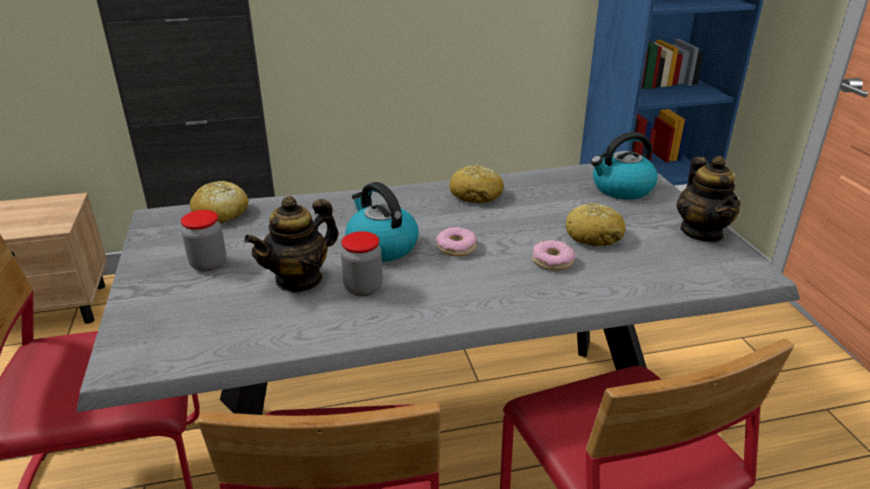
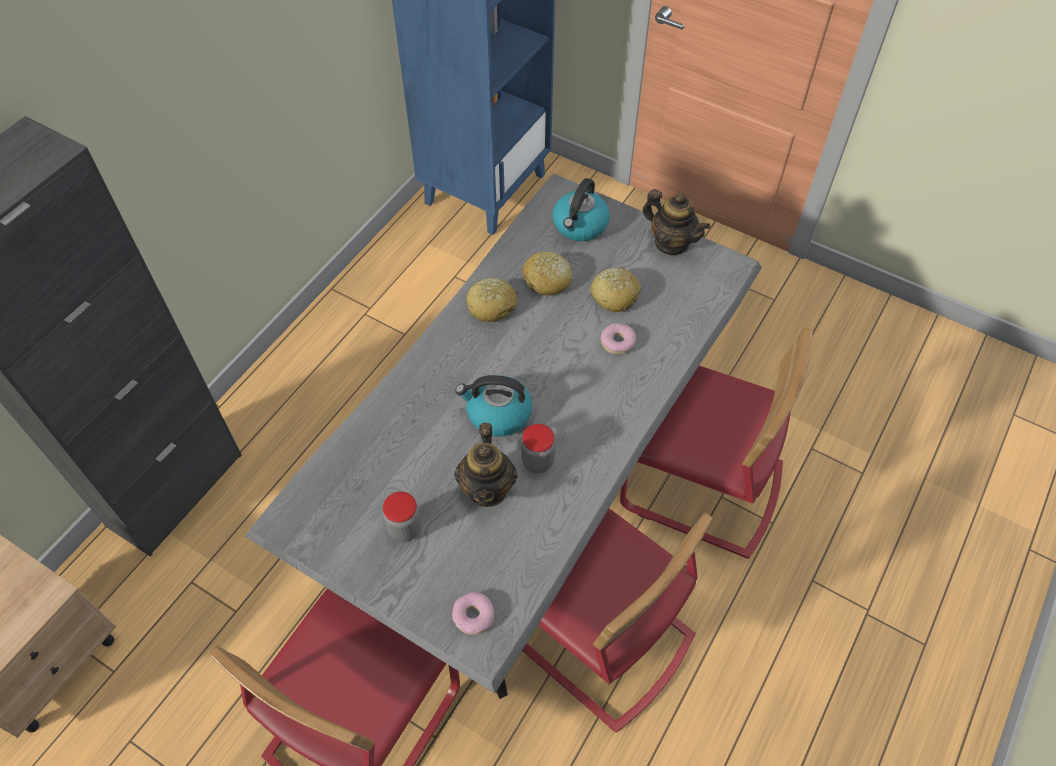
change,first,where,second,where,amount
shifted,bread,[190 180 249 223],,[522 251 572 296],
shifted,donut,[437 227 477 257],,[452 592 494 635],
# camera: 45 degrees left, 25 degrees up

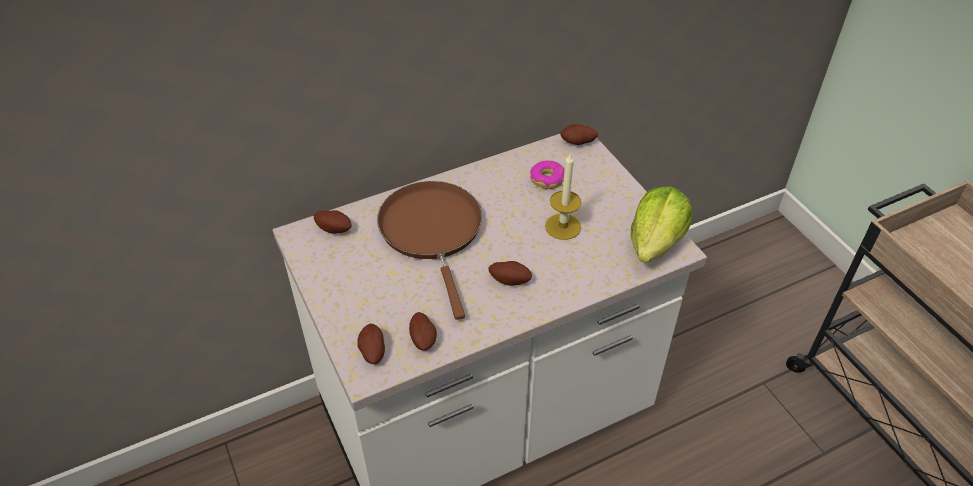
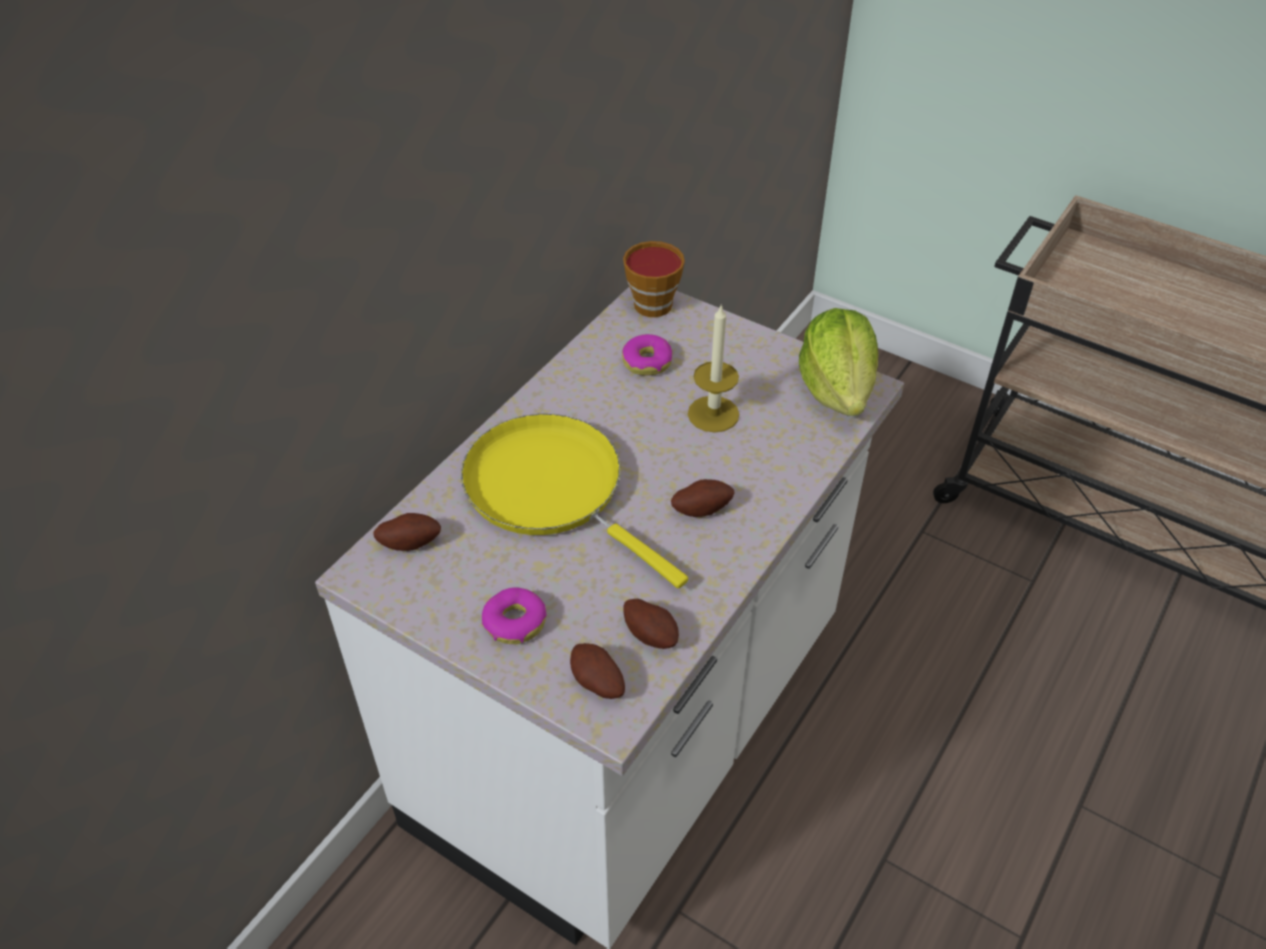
change,first,where,second,where,amount
repainted,brown frying pan,[377 181 482 320],yellow frying pan,[461 414 688 588],
swapped,potato,[560 124 598 145],cup,[623 241 685 317],
new,,,donut,[482 587 546 644],
# camera: 30 degrees left, 0 degrees up

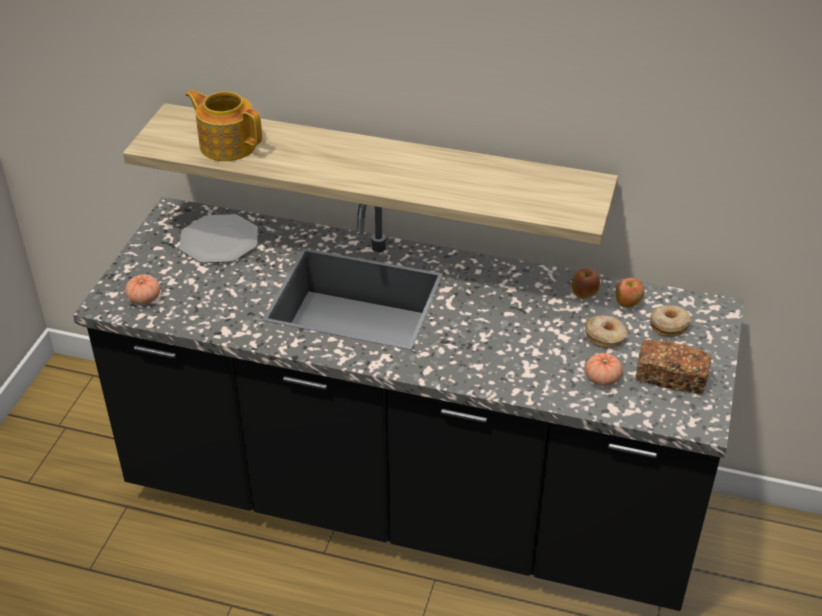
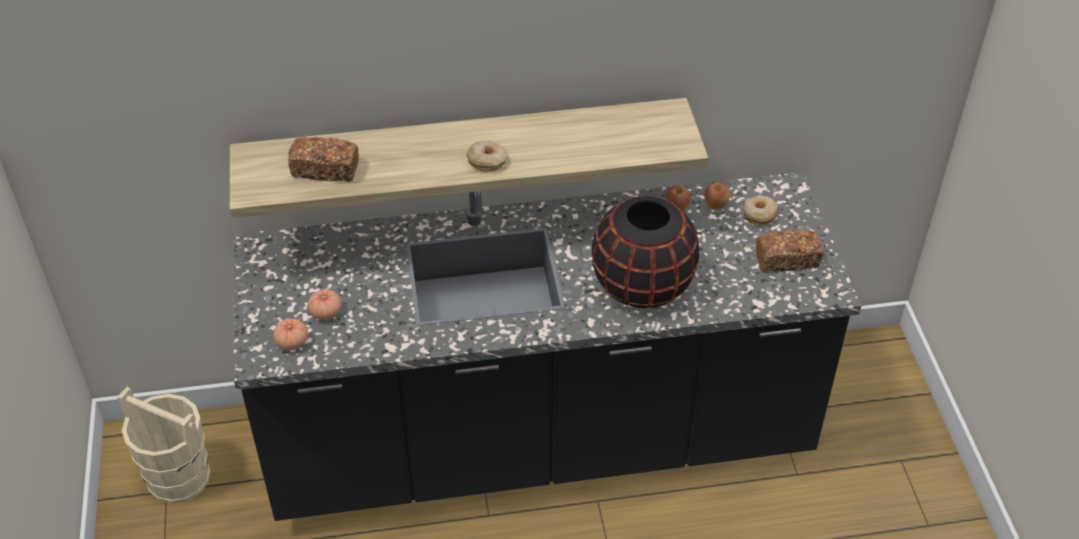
change,first,where,second,where,amount
gone,plate,[179 214 258 263],,,
swapped,teapot,[185 89 262 161],bread,[288 137 359 182],
shifted,donut,[585 315 628 348],,[466 141 508 172],
shifted,tomato,[585 353 623 386],,[308 289 342 320],
new,,,beige bucket,[117 387 211 504],
new,,,black vase,[592 196 700 308],
# camera: 25 degrees left, 5 degrees up

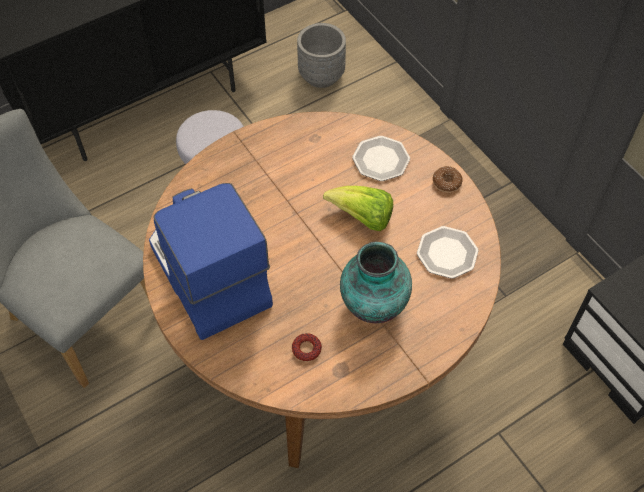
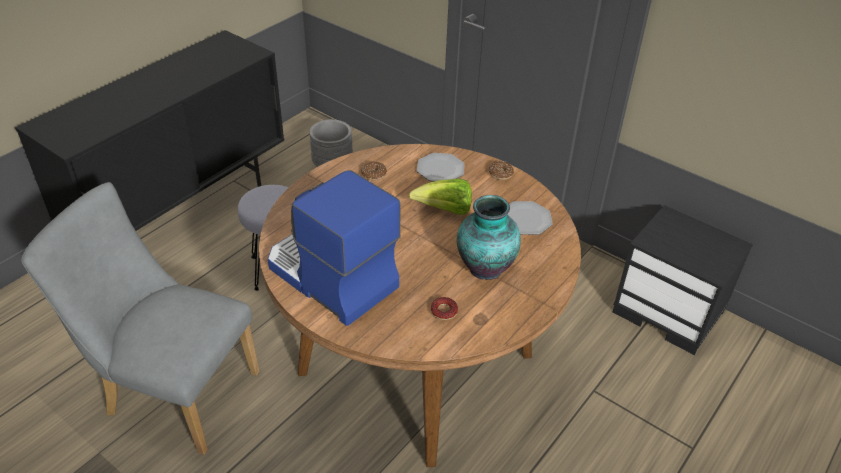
change,first,where,second,where,amount
new,,,donut,[361 161 387 181],
# camera: 20 degrees left, 15 degrees down

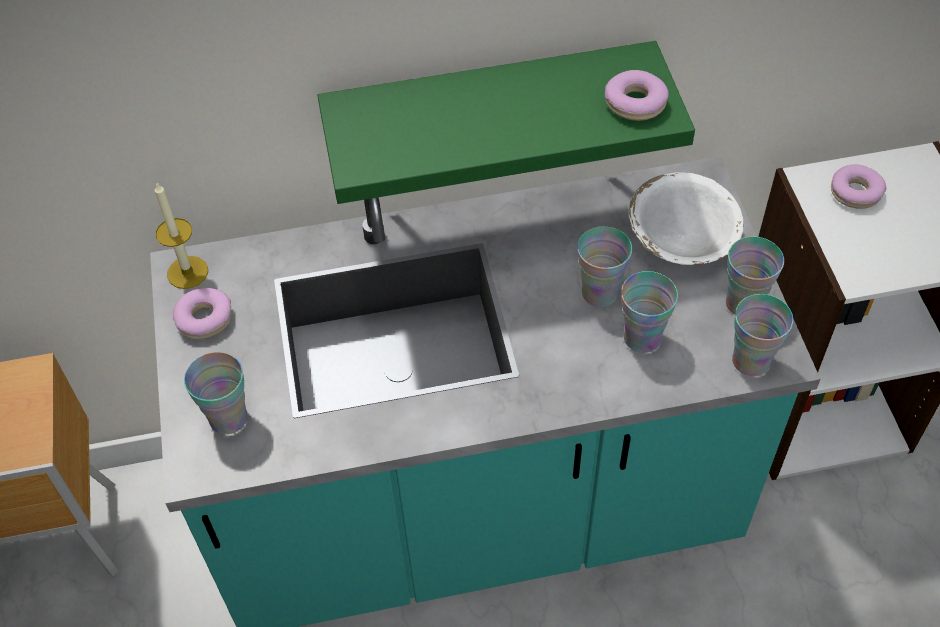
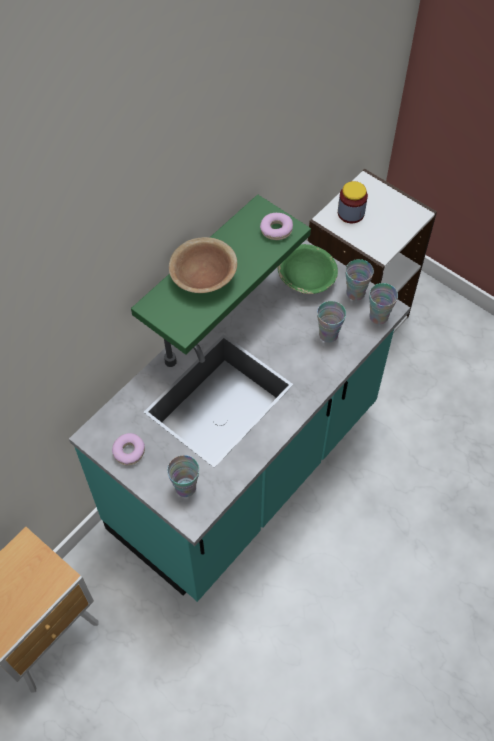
change,first,where,second,where,amount
gone,candle,[155 182 208 289],,,
gone,cup,[577 226 632 307],,,
repainted,white bowl,[629 172 744 265],green bowl,[277 244 338 294],
swapped,donut,[831 164 886 209],jar,[338 181 368 223],
new,,,brown bowl,[169 237 237 293],
# camera: 40 degrees left, 5 degrees up

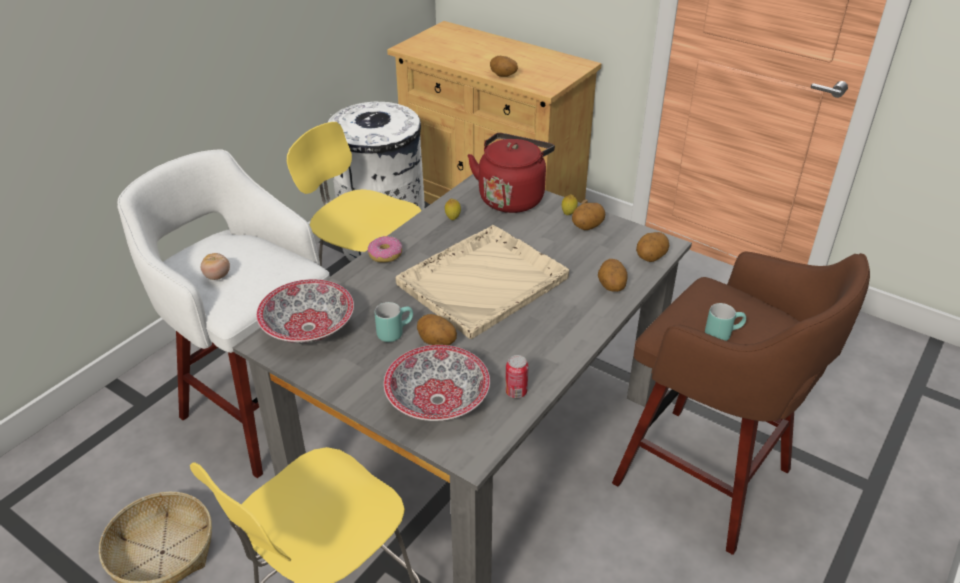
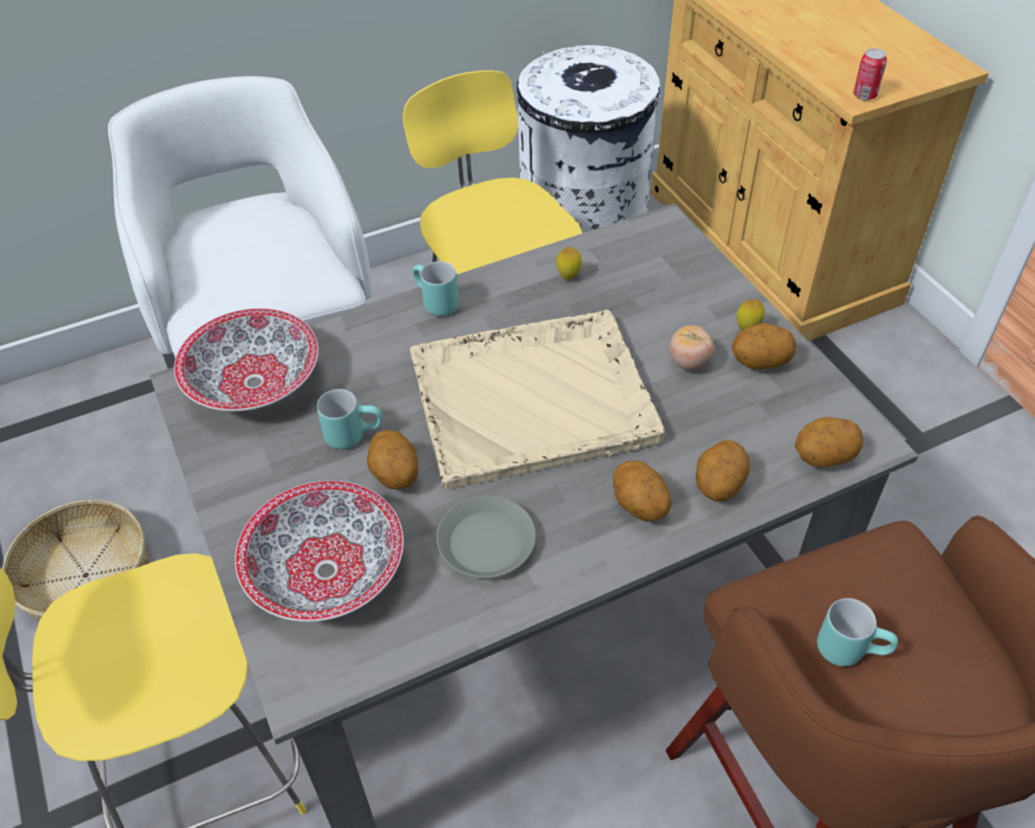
change,first,where,second,where,amount
shifted,tomato,[201 253 230 280],,[669 325 715 370],
swapped,donut,[368 236 402 262],turquoise mug,[413 261 459 316],
gone,red kettle,[467 133 555 213],,,
shifted,potato,[490 56 518 77],,[613 460 672 521],
shifted,can,[505 355 529 398],,[853 48 887 100],
new,,,grey plate,[436 495 536 578],
# camera: 30 degrees right, 10 degrees up

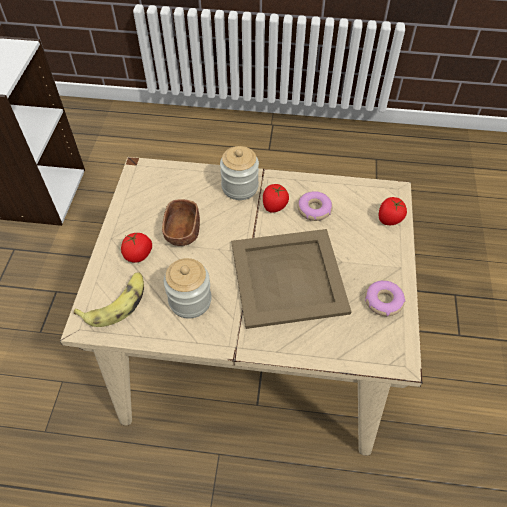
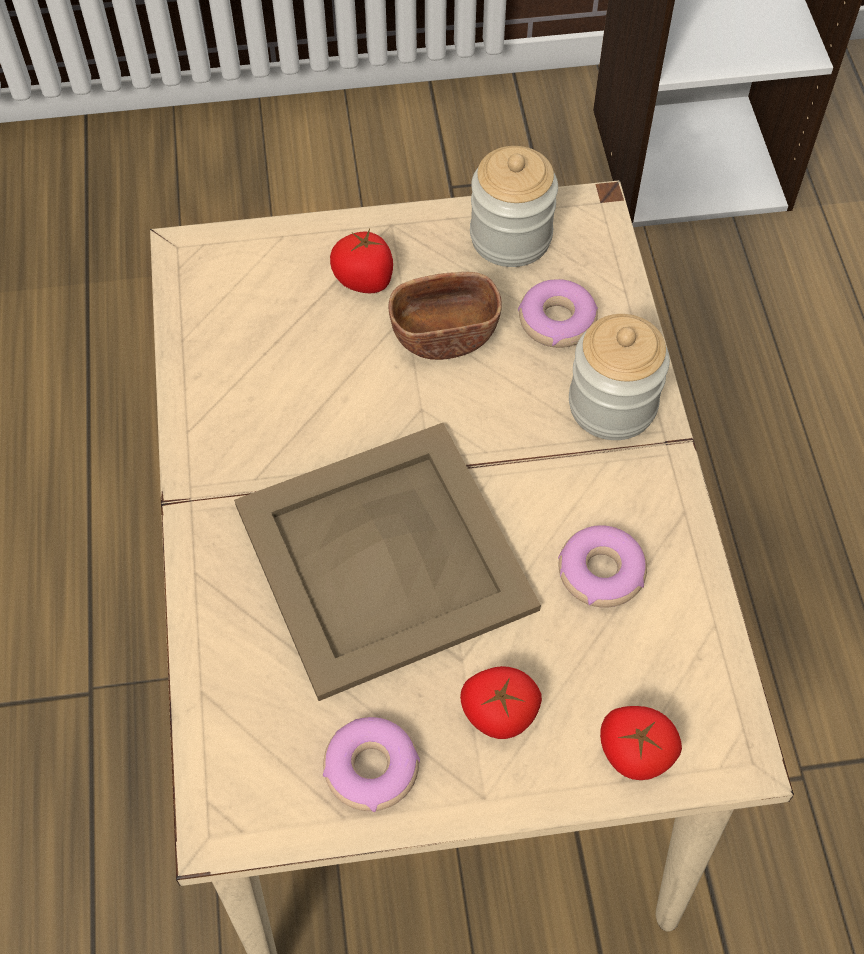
change,first,where,second,where,amount
gone,banana,[74 272 144 327],,,
shifted,jar,[164 258 212 319],,[470 146 558 267],
shifted,tomato,[263 184 289 213],,[460 666 542 739],
new,,,donut,[518 279 598 348],
# camera: 75 degrees right, 5 degrees up

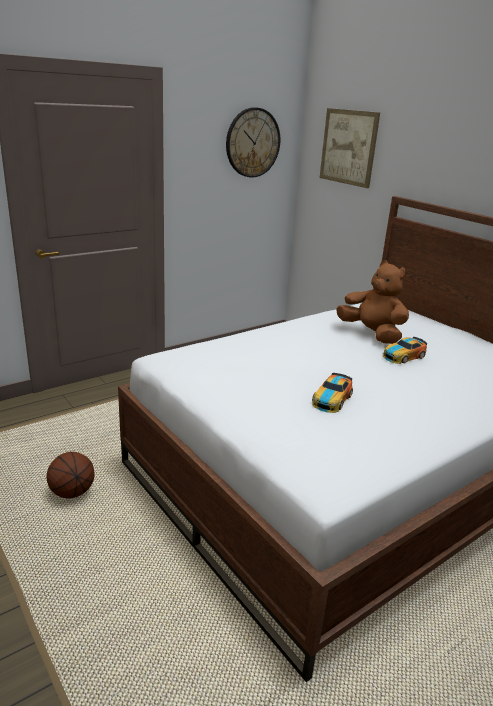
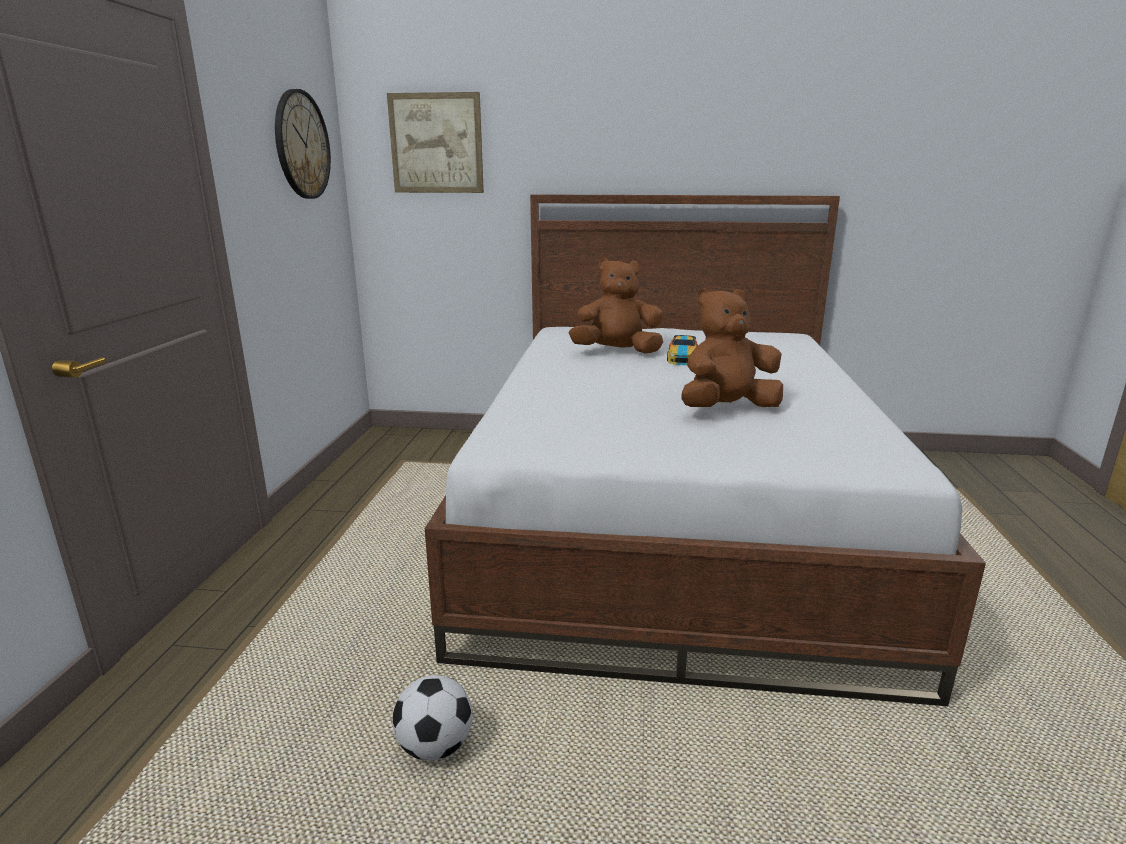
change,first,where,second,where,amount
swapped,basketball,[46 452 95 498],football,[392 675 473 761],
swapped,toy car,[312 373 353 413],brown plush toy,[681 288 783 407],
# camera: 45 degrees left, 5 degrees down

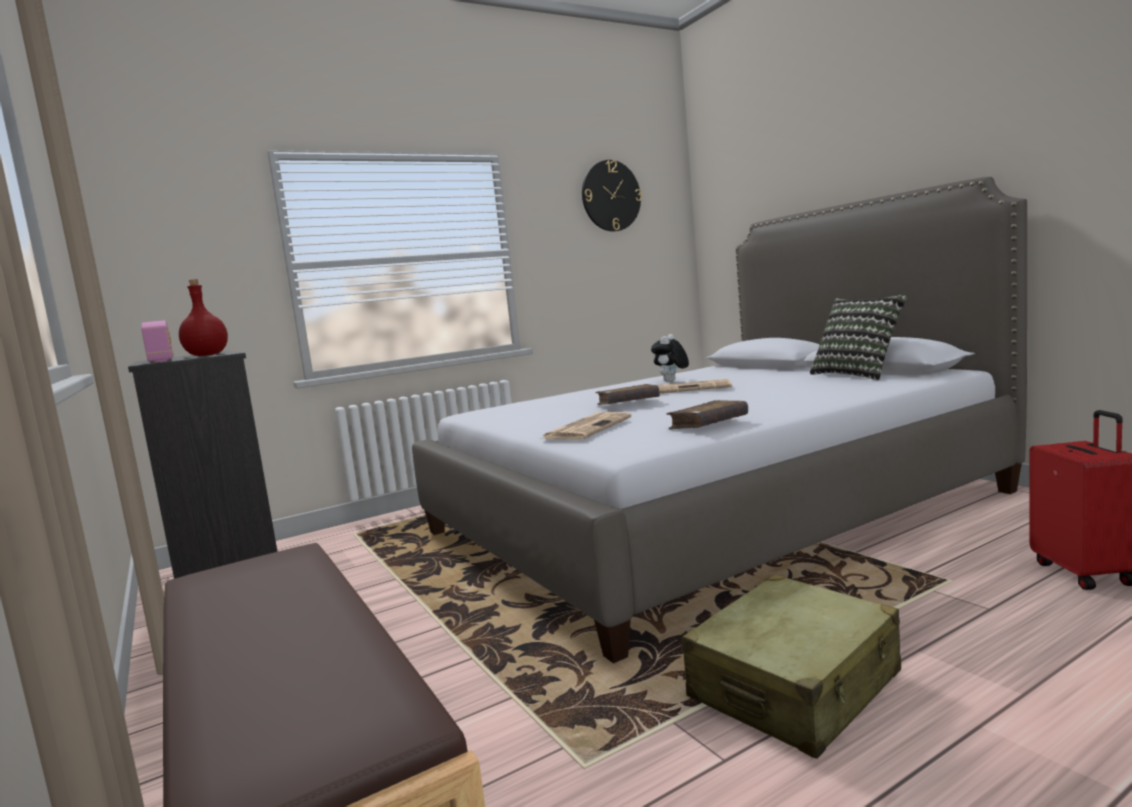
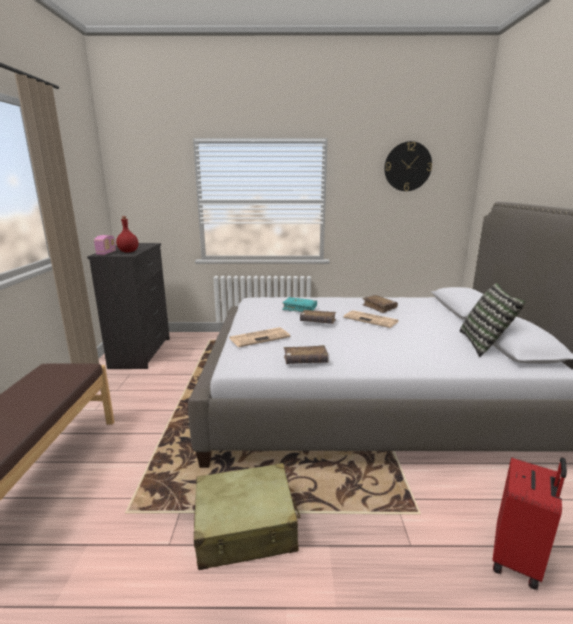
change,first,where,second,where,amount
swapped,plush toy,[651 334 689 382],brown book,[362 295 398 313],
new,,,turquoise book,[282 297 317 312],
# camera: 30 degrees right, 10 degrees up

